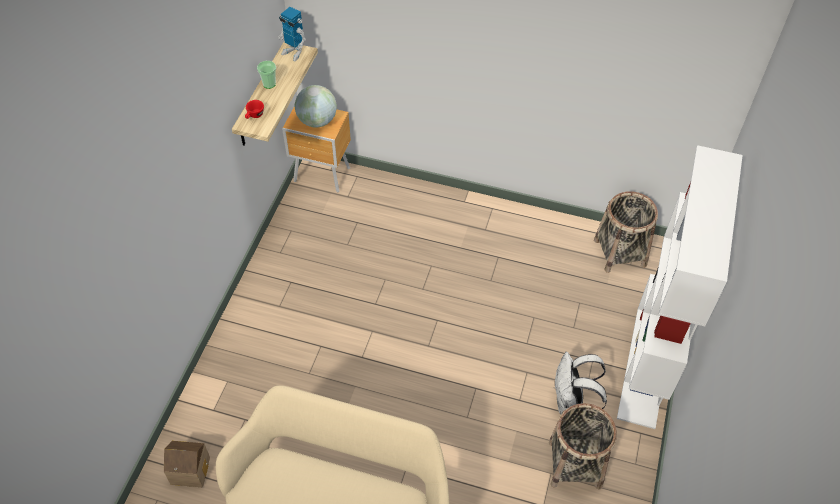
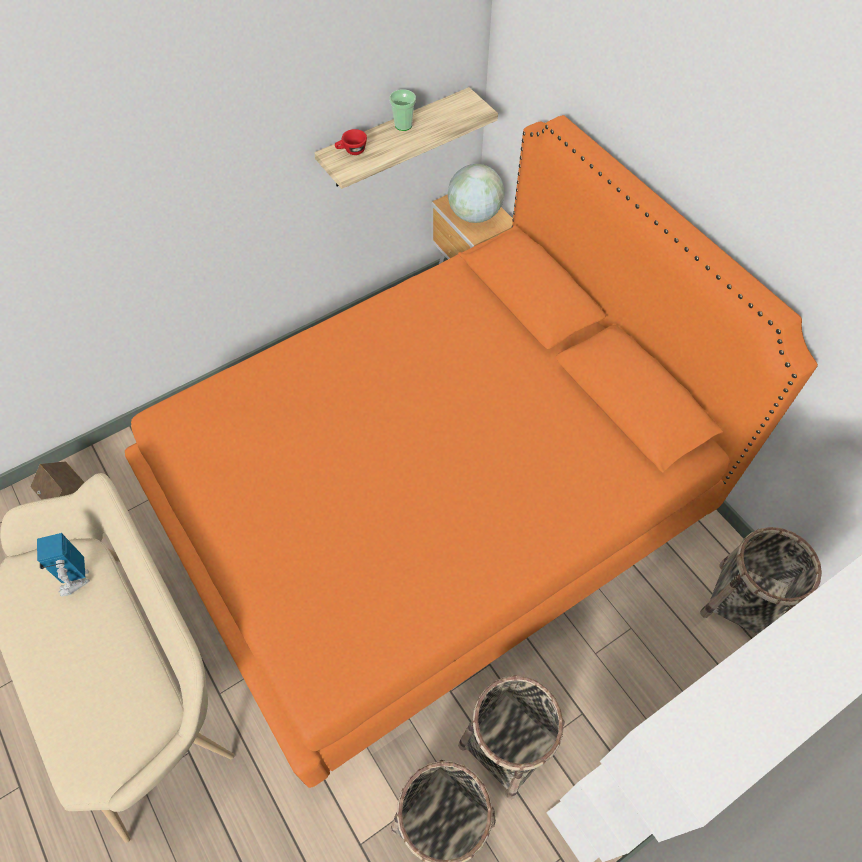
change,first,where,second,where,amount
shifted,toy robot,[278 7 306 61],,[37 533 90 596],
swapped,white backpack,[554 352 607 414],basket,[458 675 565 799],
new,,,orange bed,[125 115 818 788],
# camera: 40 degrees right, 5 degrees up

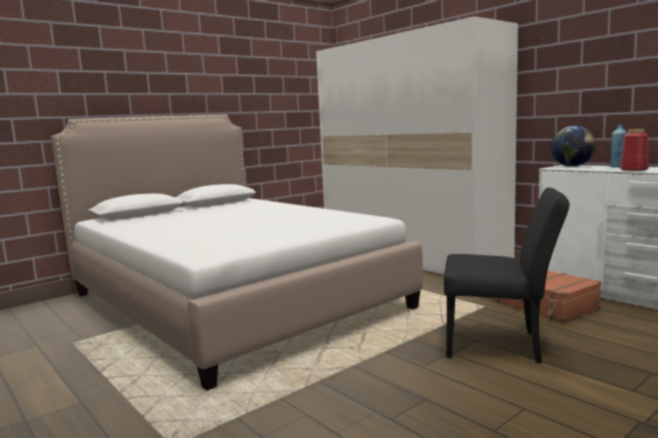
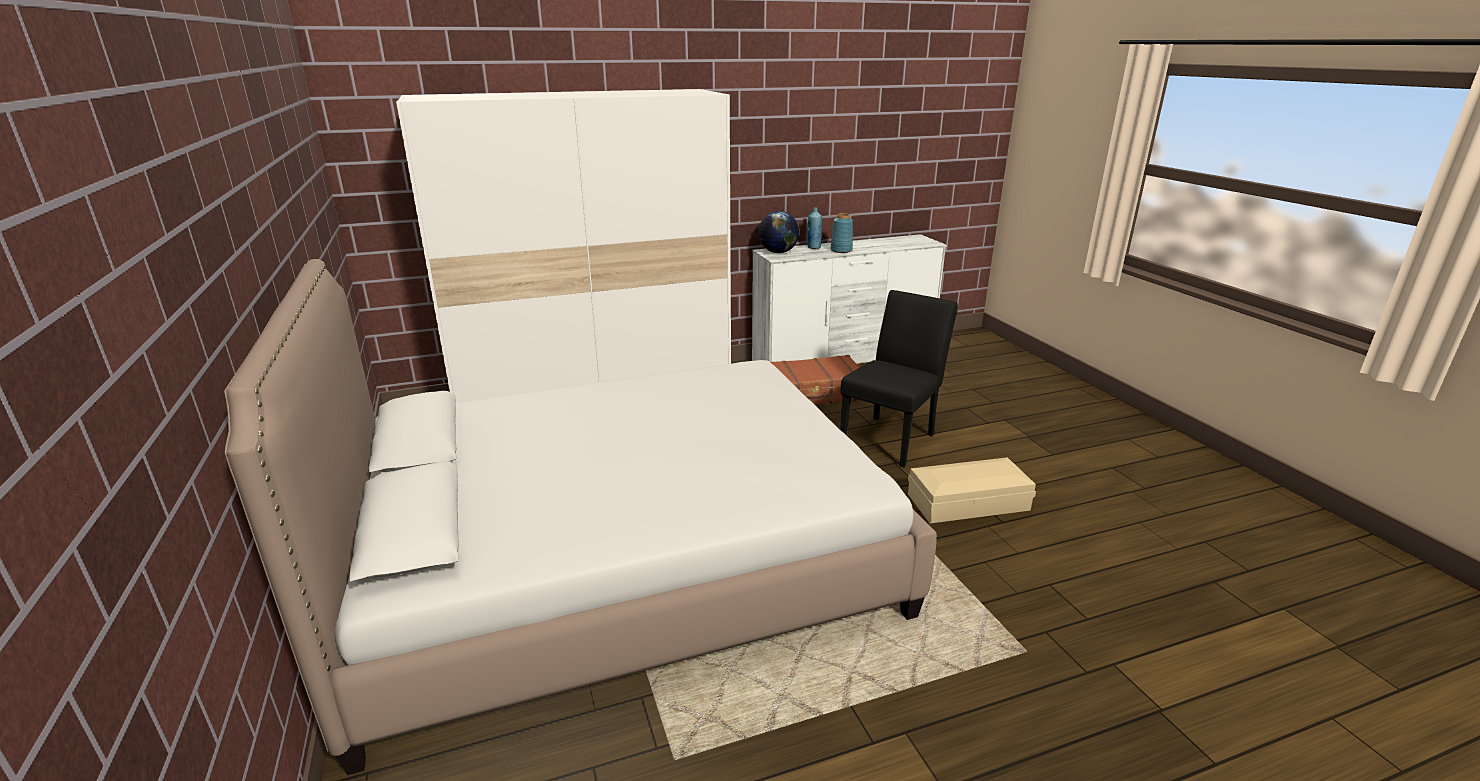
change,first,where,second,where,amount
repainted,red vase,[620 129 649 171],blue vase,[830 213 853 253],
new,,,beige storage box,[908 457 1036 523],
# camera: 70 degrees left, 15 degrees up

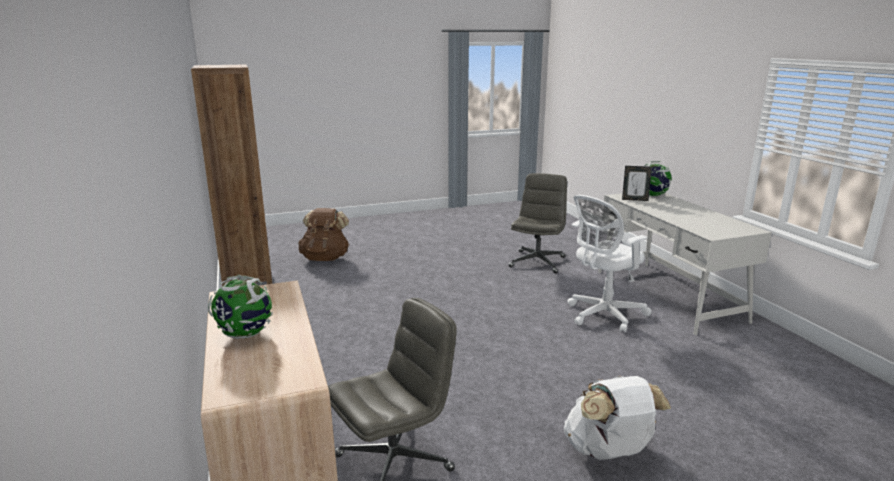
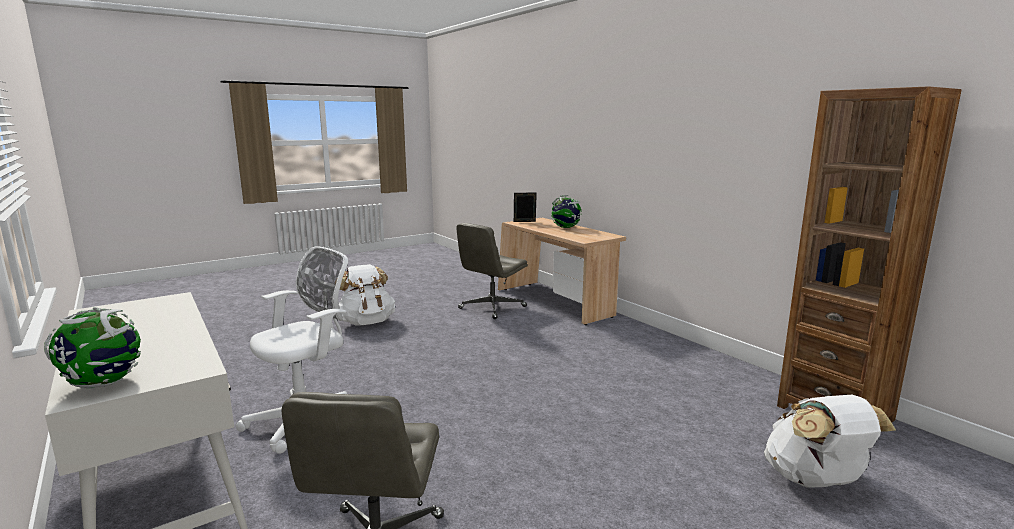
change,first,where,second,where,amount
repainted,brown backpack,[298 208 349 261],white backpack,[764 395 896 488],
shifted,picture frame,[622 166 652 201],,[514 193 537 222],
# camera: 165 degrees right, 5 degrees down

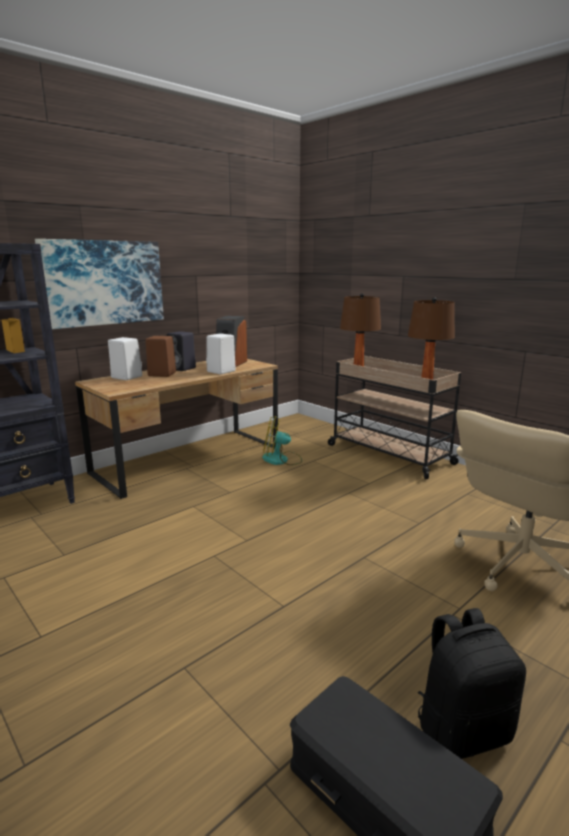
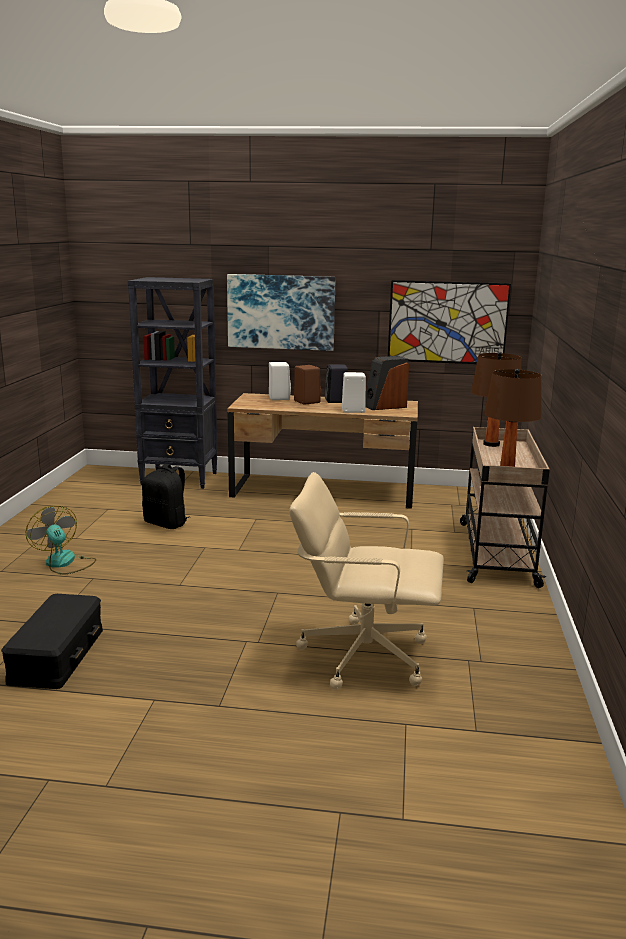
change,first,where,second,where,amount
shifted,fan,[262 416 302 465],,[26 506 96 574],
shifted,black backpack,[418 608 526 759],,[142 464 190 529],
new,,,picture,[388 280 511 364],
# camera: 50 degrees right, 0 degrees up

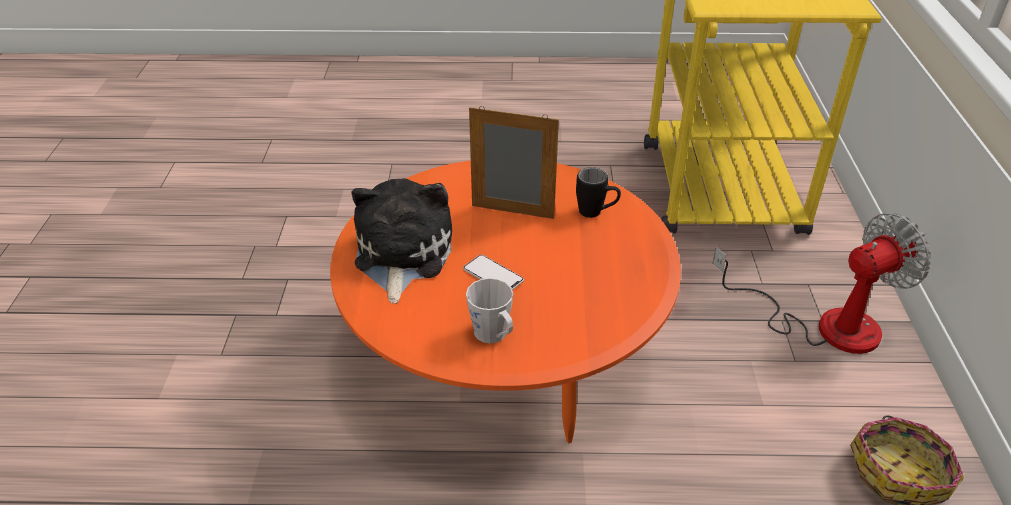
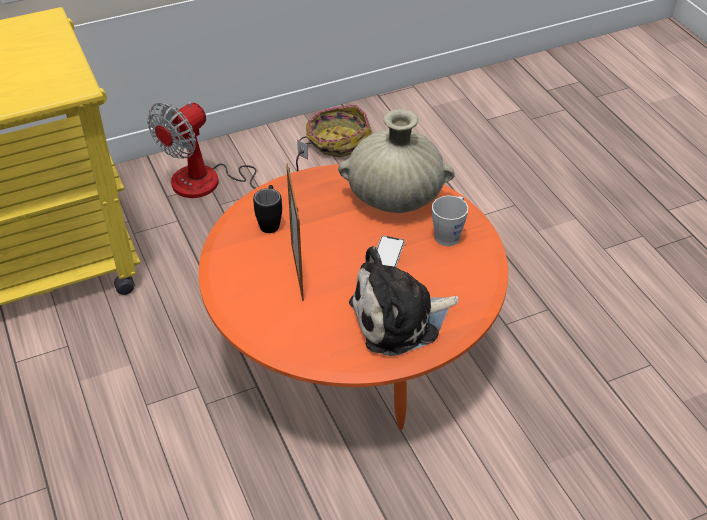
change,first,where,second,where,amount
rotated,fan,[713 213 931 354],,[147 101 308 198],90 degrees counterclockwise
new,,,beige vase,[338 109 455 213],
# camera: 115 degrees left, 5 degrees up

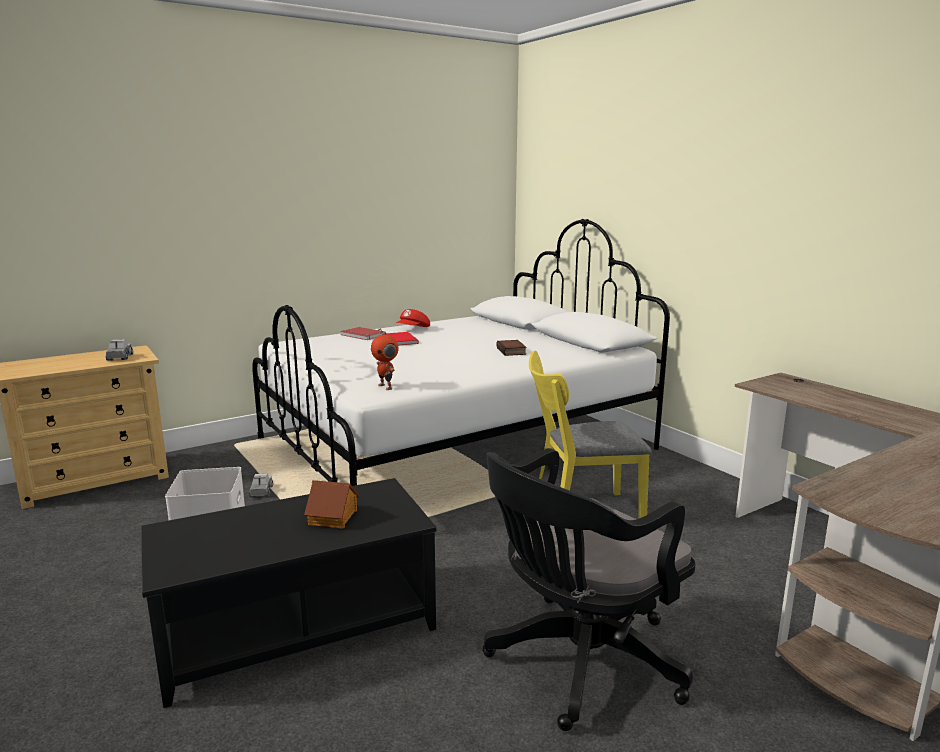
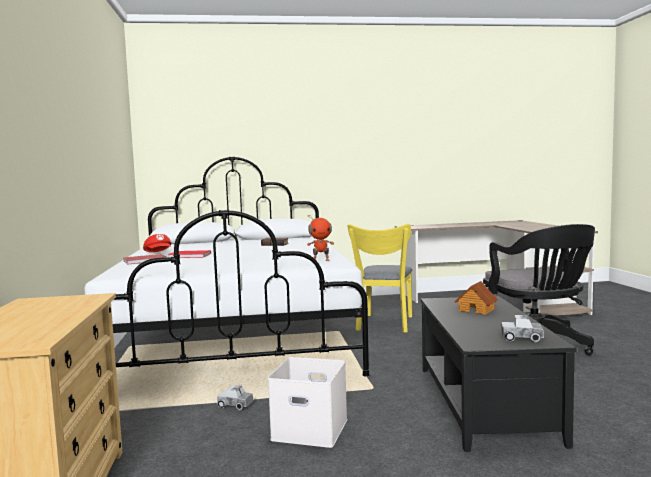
change,first,where,second,where,amount
shifted,toy truck,[106 339 133 361],,[501 315 544 343],
# camera: 65 degrees left, 10 degrees down

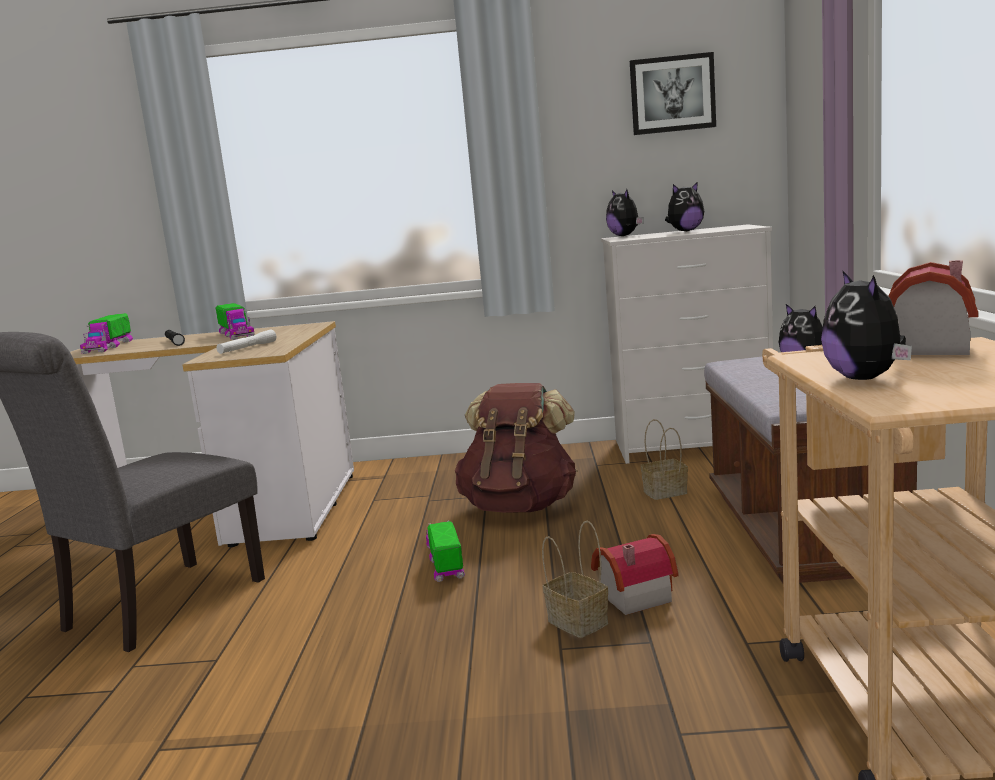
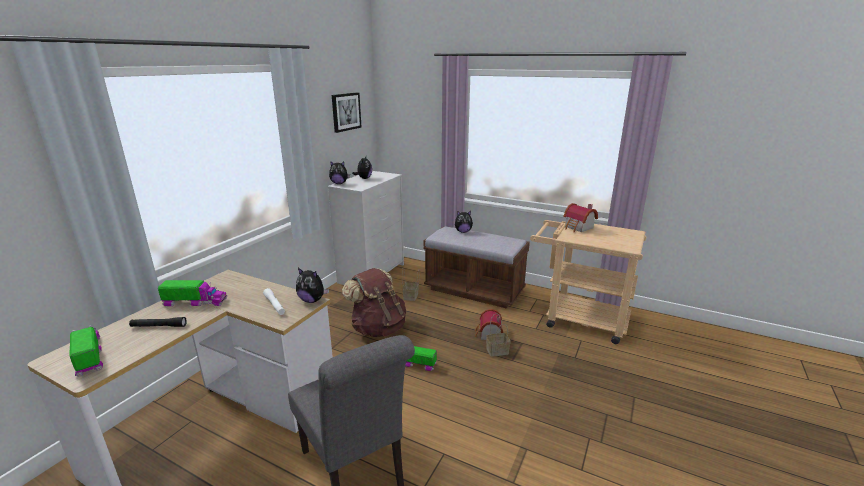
change,first,where,second,where,amount
rotated,toy truck,[80 313 133 354],,[70 325 103 377],150 degrees counterclockwise
shifted,plush toy,[821 271 912 380],,[296 268 329 303],
# camera: 65 degrees left, 10 degrees up

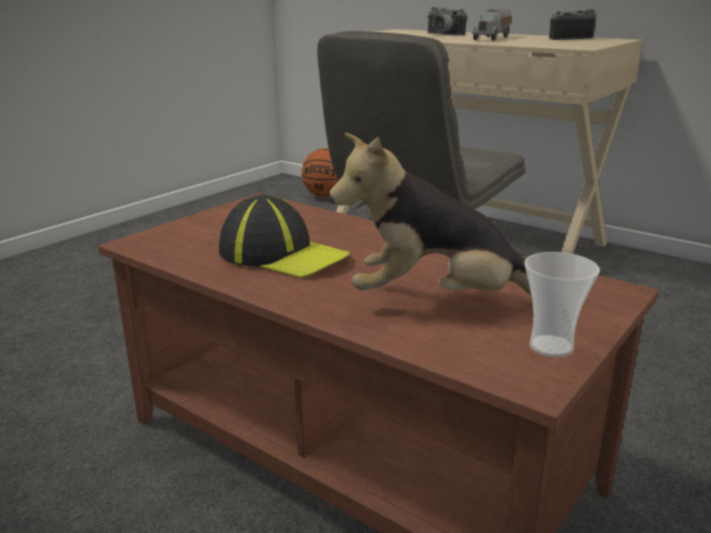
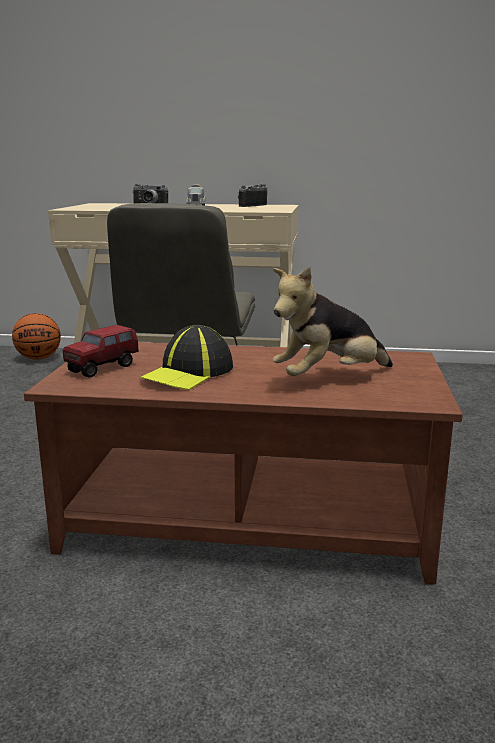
change,first,where,second,where,amount
rotated,cap,[219 195 350 278],,[139 325 233 390],120 degrees clockwise
gone,cup,[525 252 600 357],,,
new,,,toy truck,[63 325 139 377],
# camera: 30 degrees left, 5 degrees down

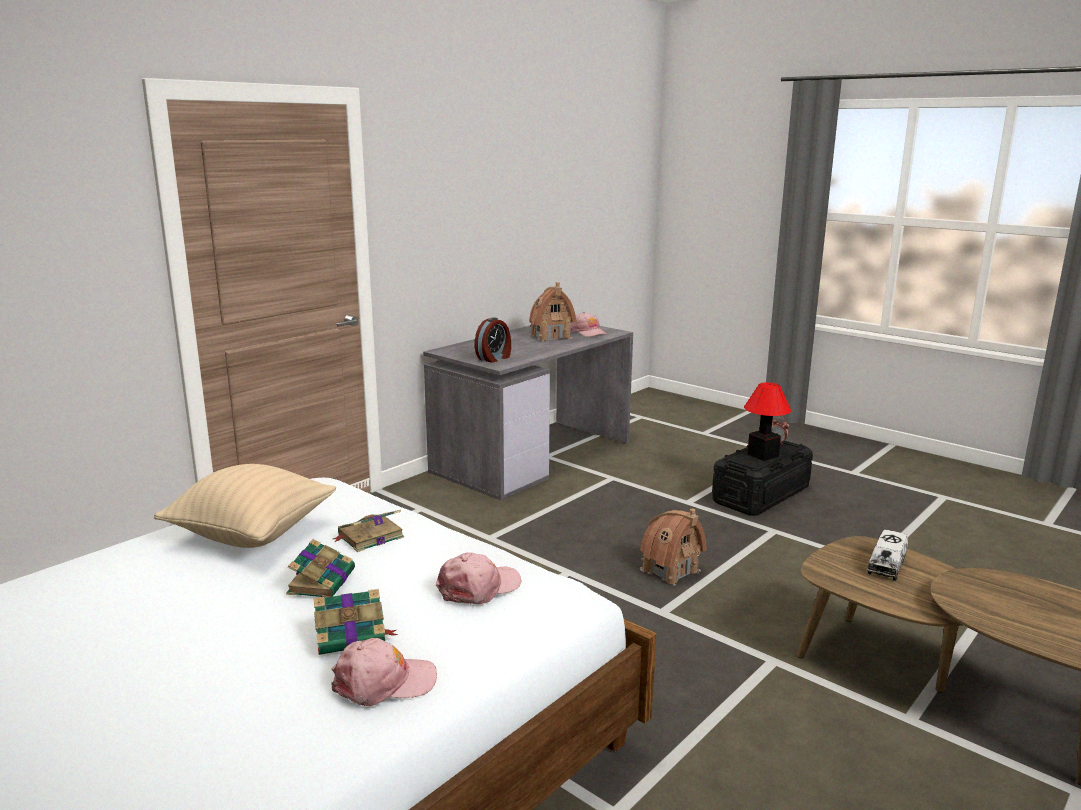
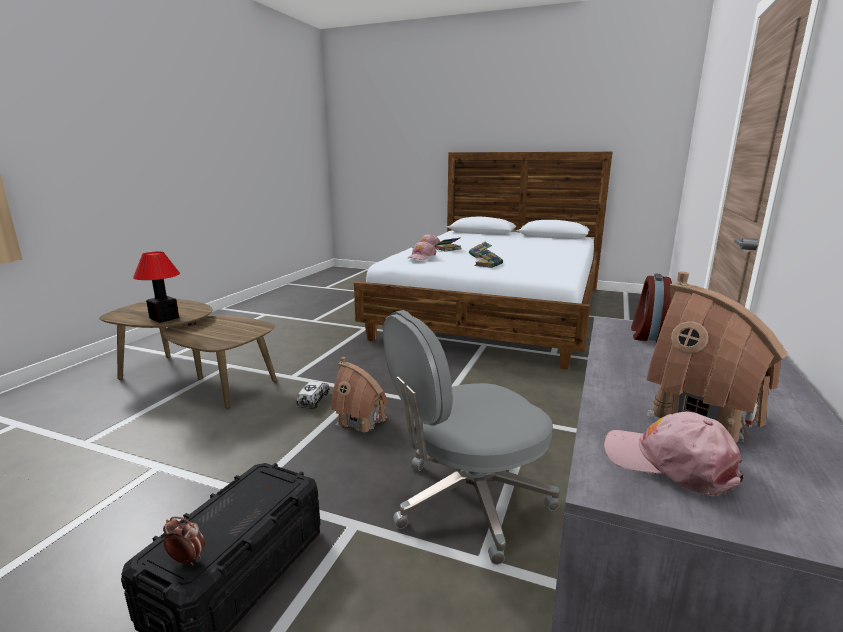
change,first,where,second,where,amount
gone,beige pillow,[154 464 336 548],,,
shifted,table lamp,[744 382 791 461],,[133 252 180 323],
shifted,toy truck,[867 530 908 581],,[297 381 329 409],
new,,,grey office chair,[383 310 560 565],
# camera: 160 degrees right, 0 degrees up

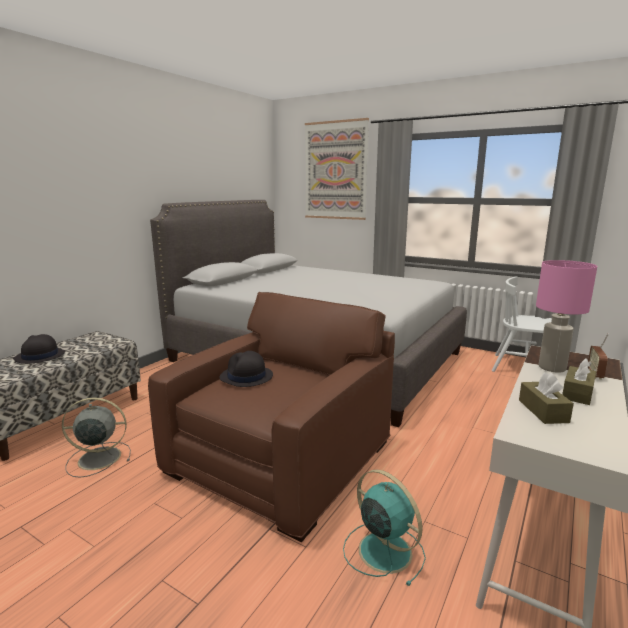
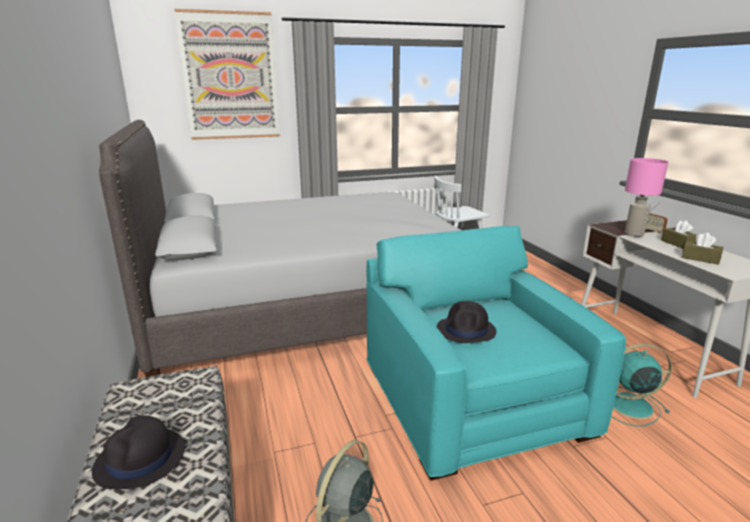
change,first,where,second,where,amount
repainted,brown armchair,[148 292 395 543],turquoise armchair,[366 226 626 481],
# camera: 50 degrees left, 5 degrees up

